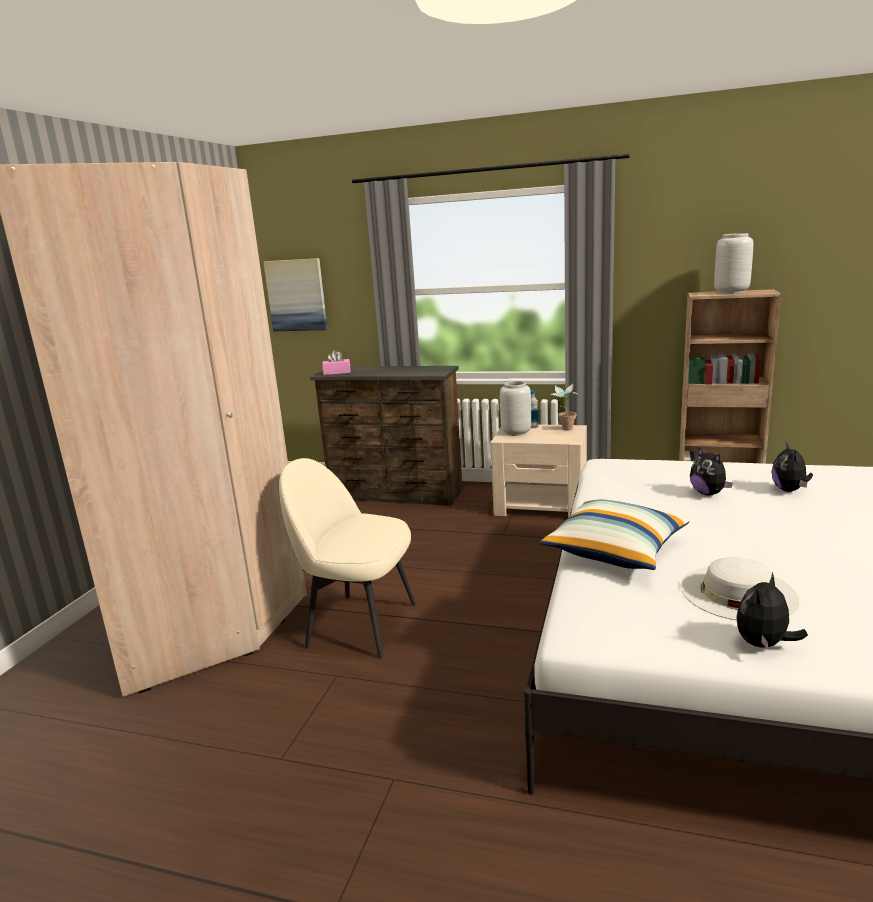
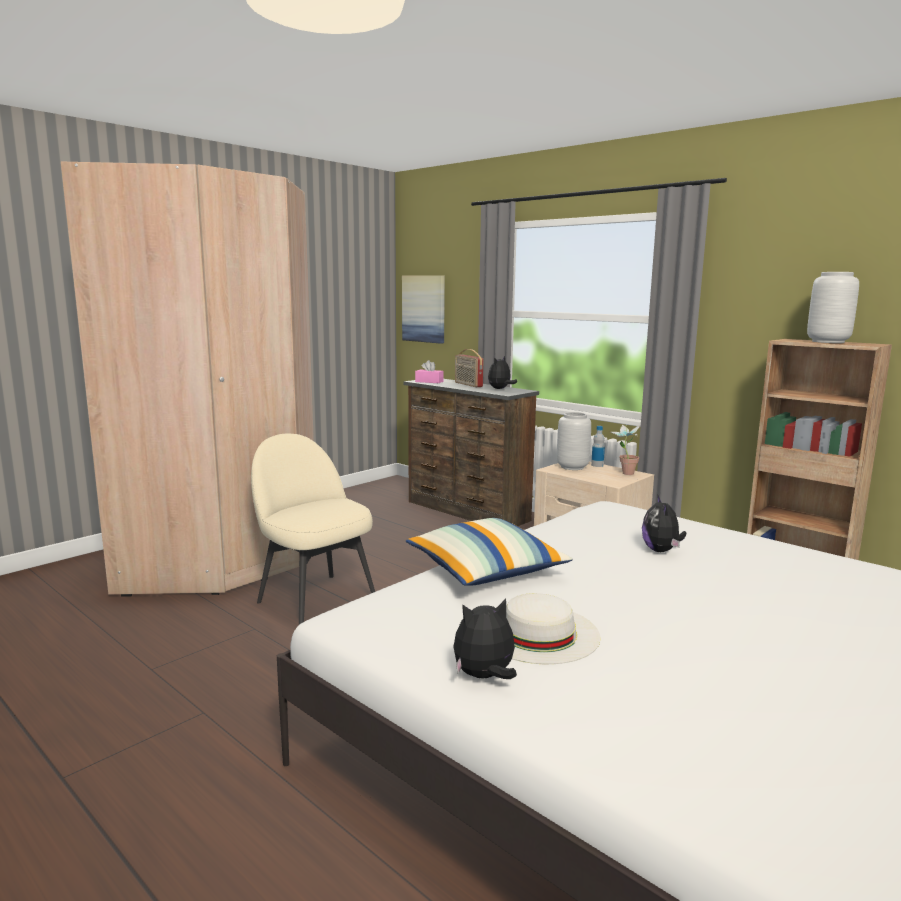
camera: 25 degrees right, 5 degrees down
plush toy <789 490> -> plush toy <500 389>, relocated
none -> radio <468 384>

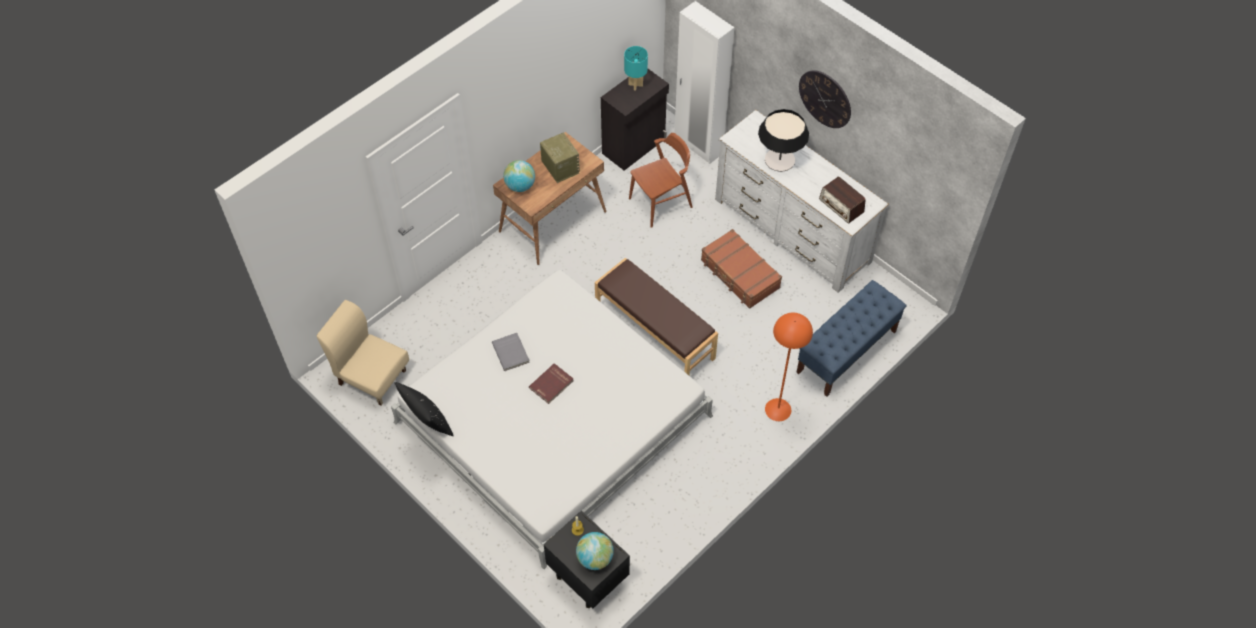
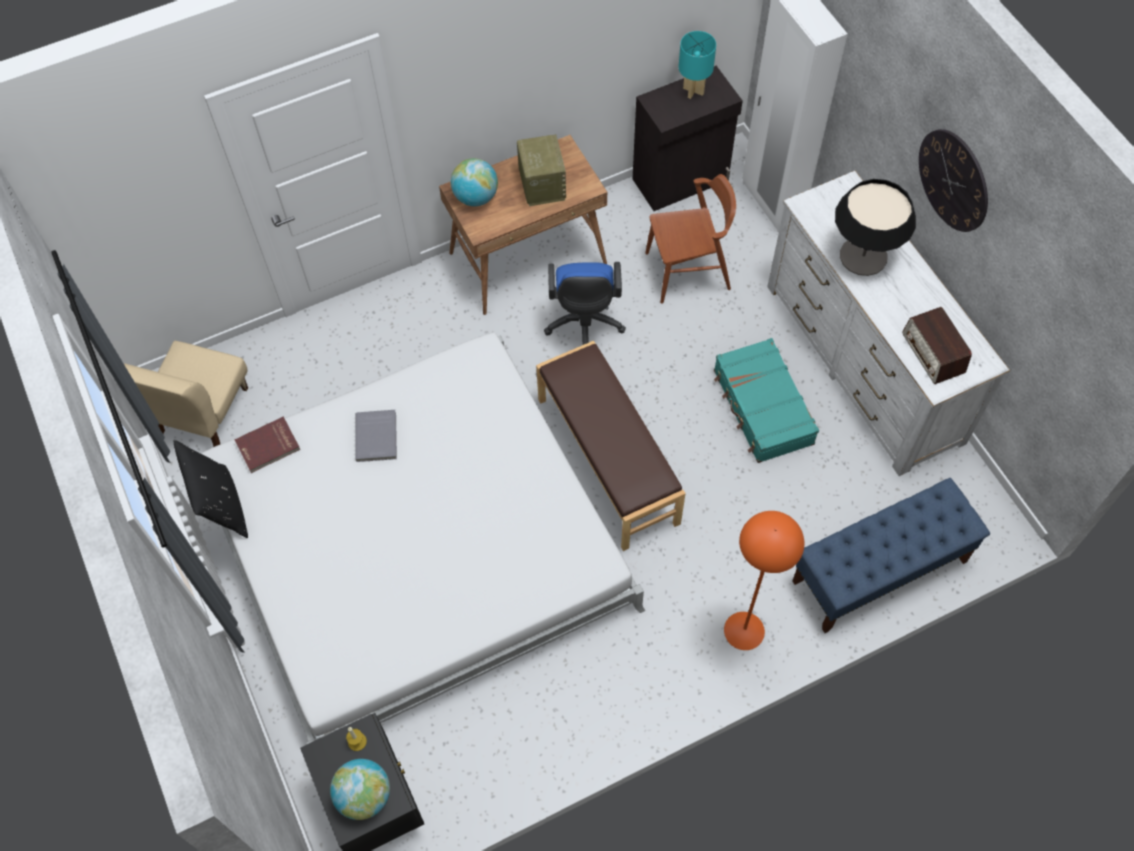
camera: 20 degrees right, 5 degrees up
suitcase (brown) <739 274> -> suitcase (turquoise) <762 408>
chair (beige) <372 376> -> chair (beige) <202 411>, 120 degrees counterclockwise
book (red) <552 385> -> book (red) <268 446>, relocated
none -> office chair (blue) <584 326>

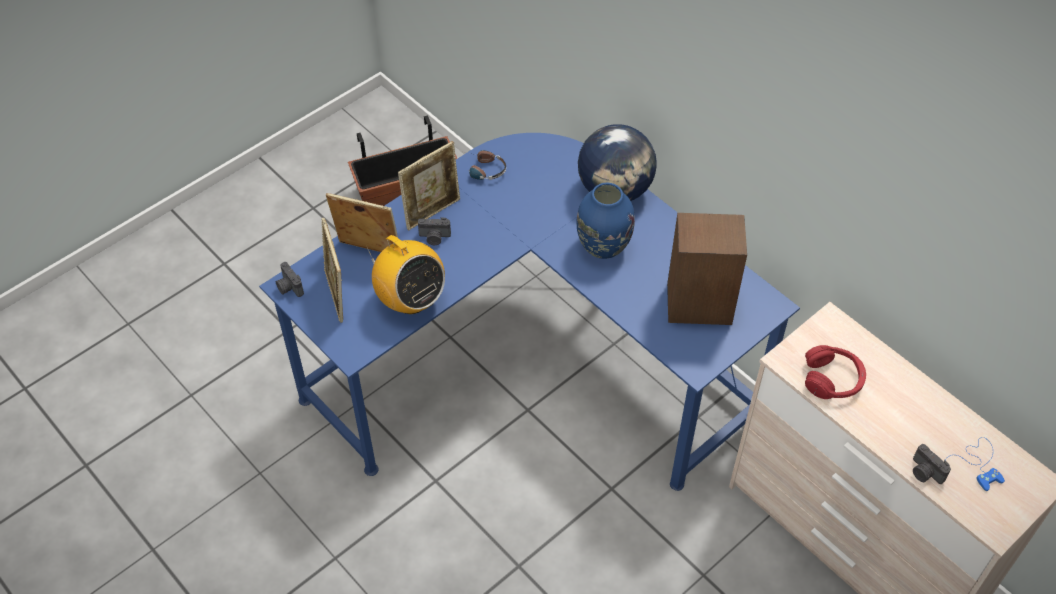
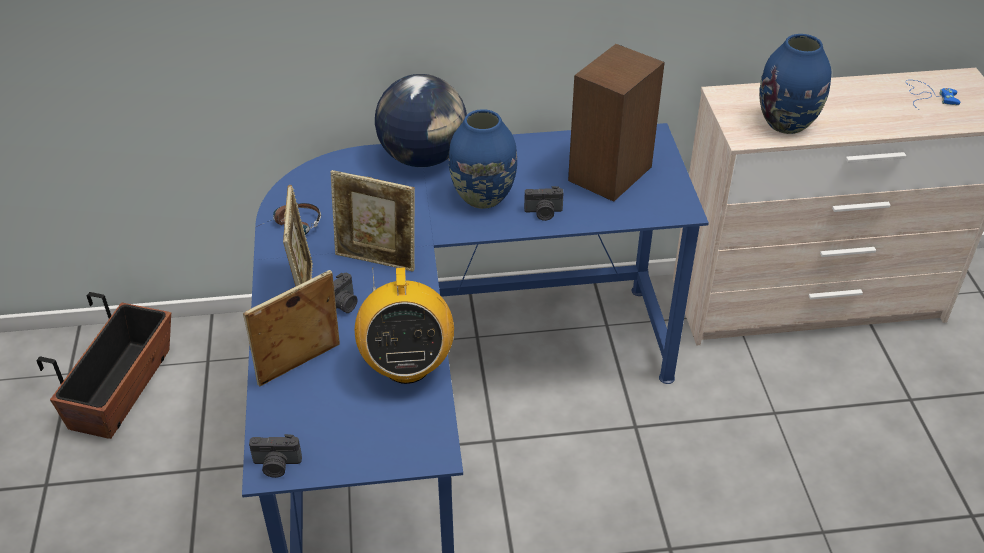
camera: 55 degrees left, 10 degrees down
picture frame <337 296> -> picture frame <377 260>, relocated
radio <410 300> -> radio <407 365>, 90 degrees clockwise
headphones (red) <832 379> -> vase (blue) <787 123>
photo camera <924 472> -> photo camera <543 213>, relocated

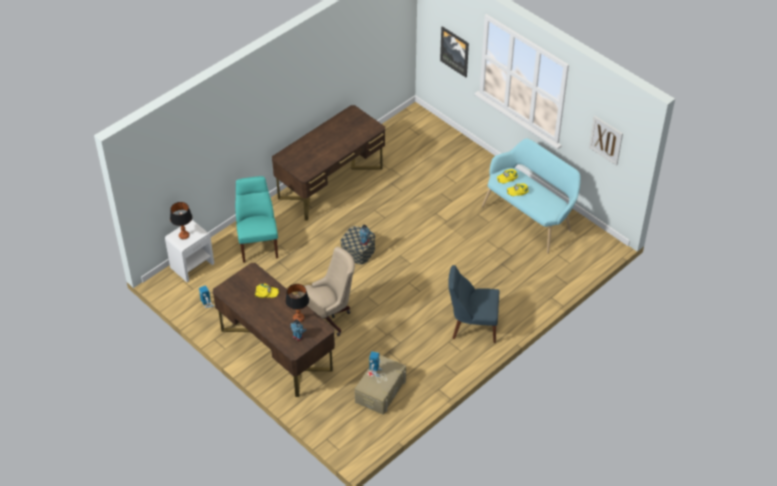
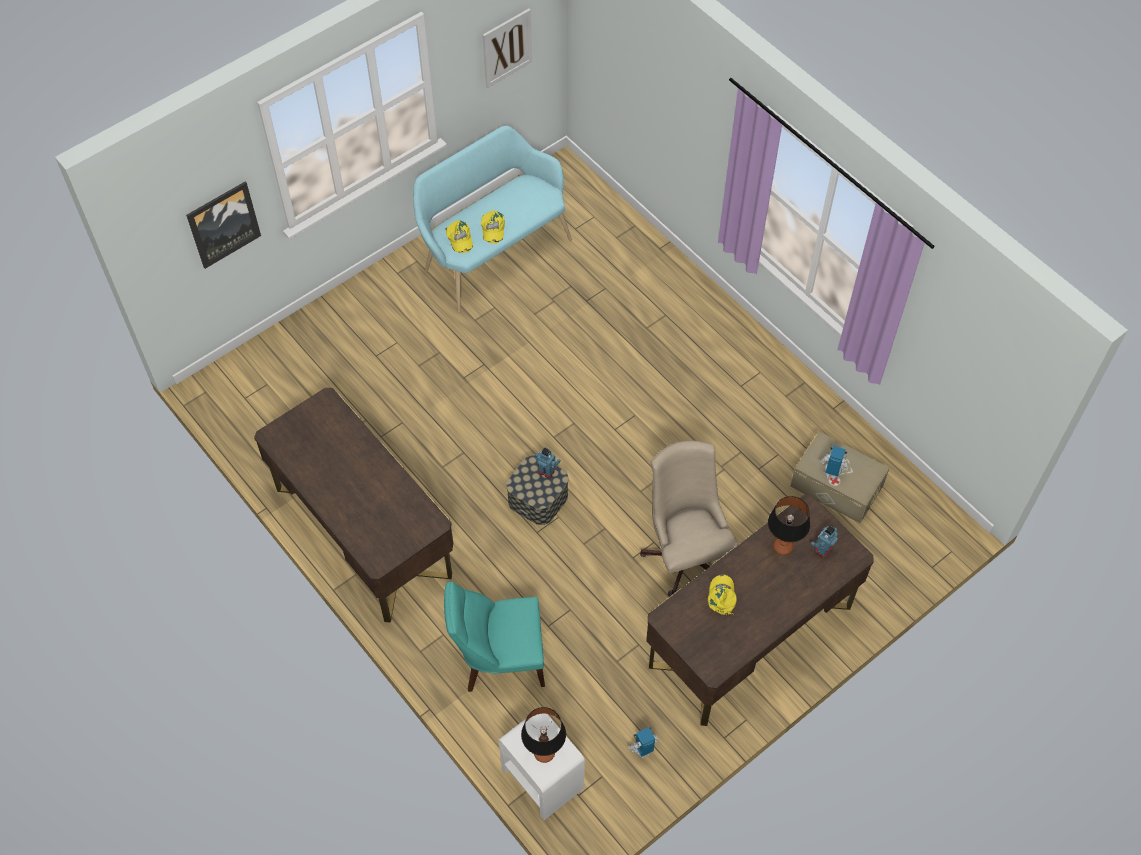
camera: 85 degrees left, 10 degrees up
chair (blue) <472 326> -> none

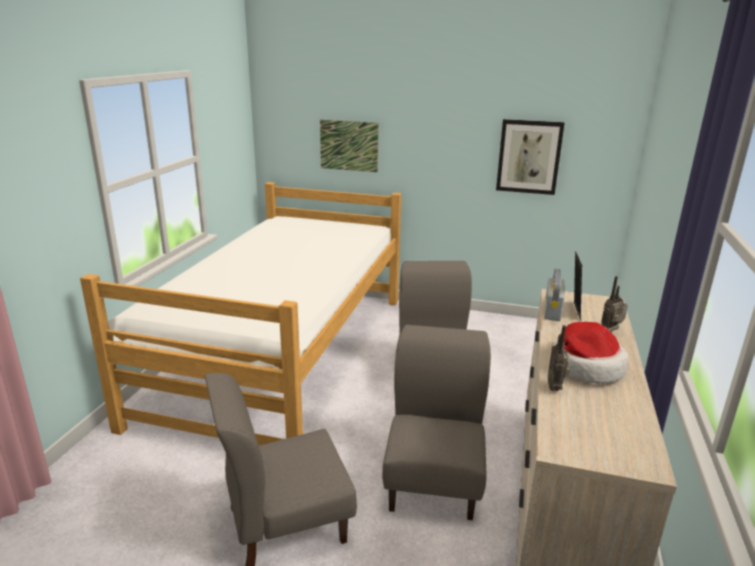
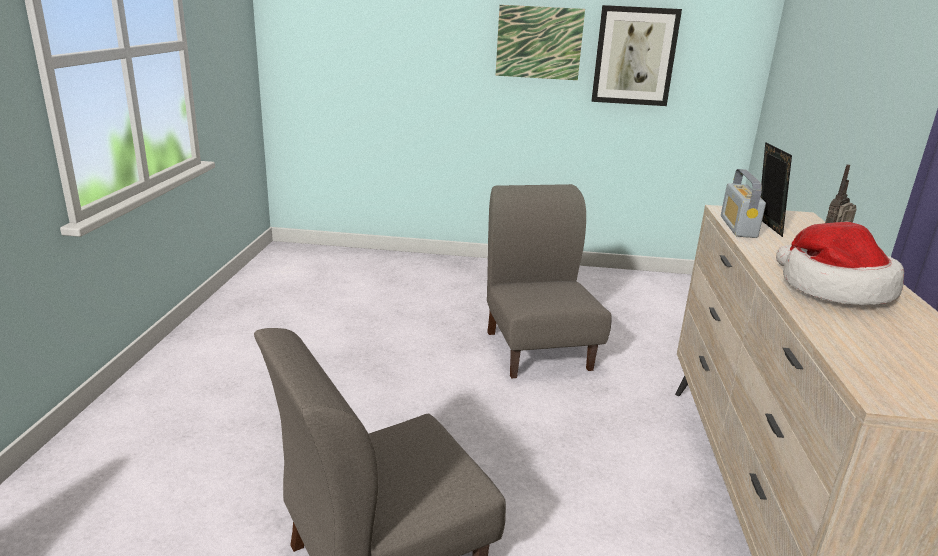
camera: 10 degrees left, 0 degrees up
picture <349 145> -> picture <539 42>, relocated
bed <284 354> -> none
chair (grey) <434 482> -> none
radio <555 387> -> none

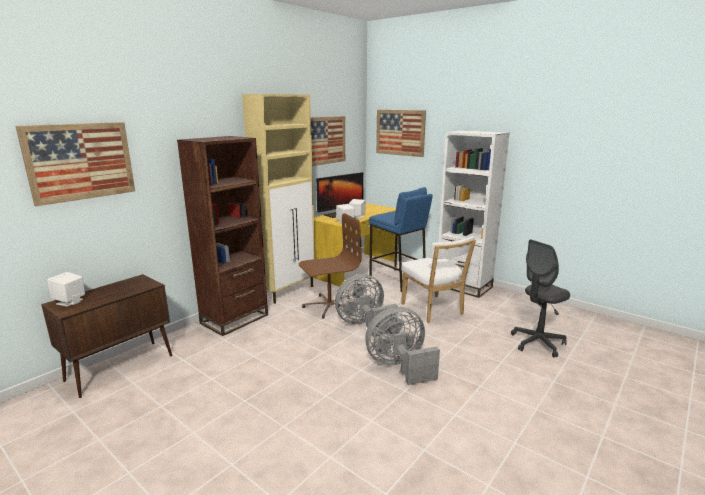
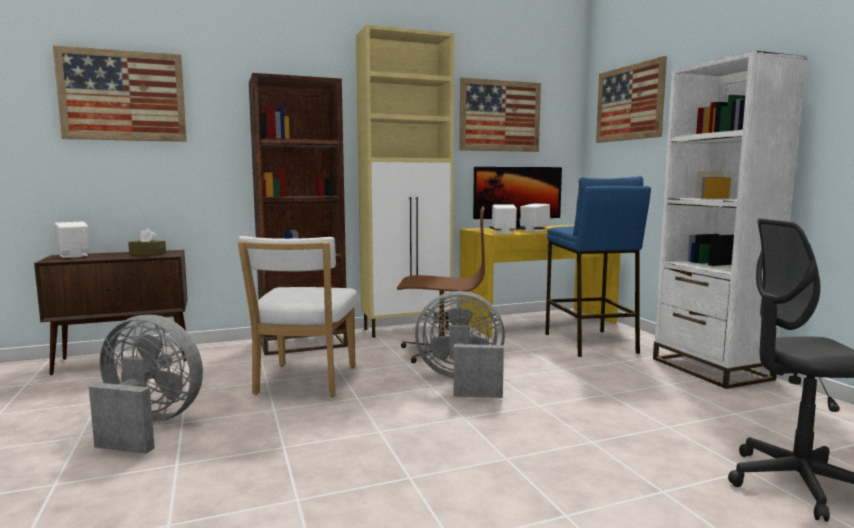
camera: 30 degrees right, 10 degrees down
chair (white) <433 310> -> chair (white) <304 382>, relocated
fan (grey) <399 367> -> fan (grey) <148 426>, relocated
none -> tissue box (brown) <148 254>

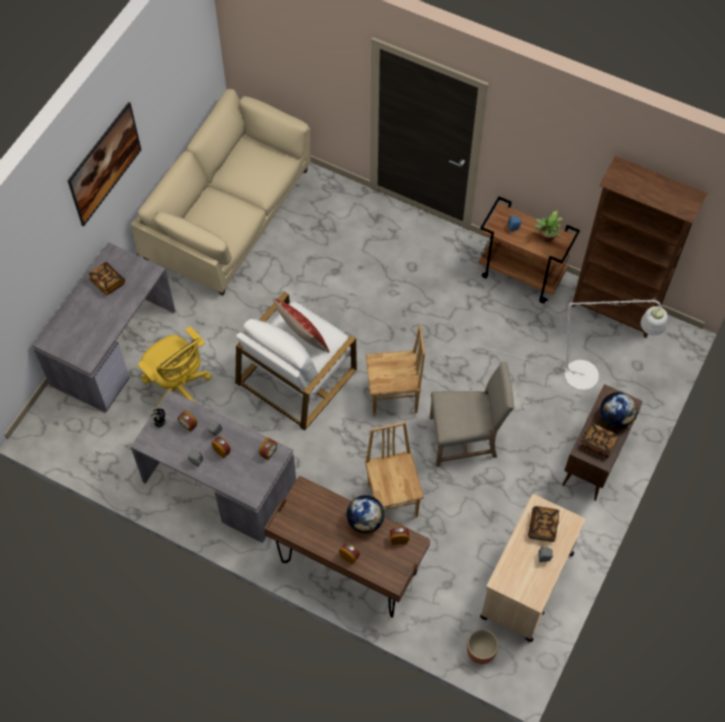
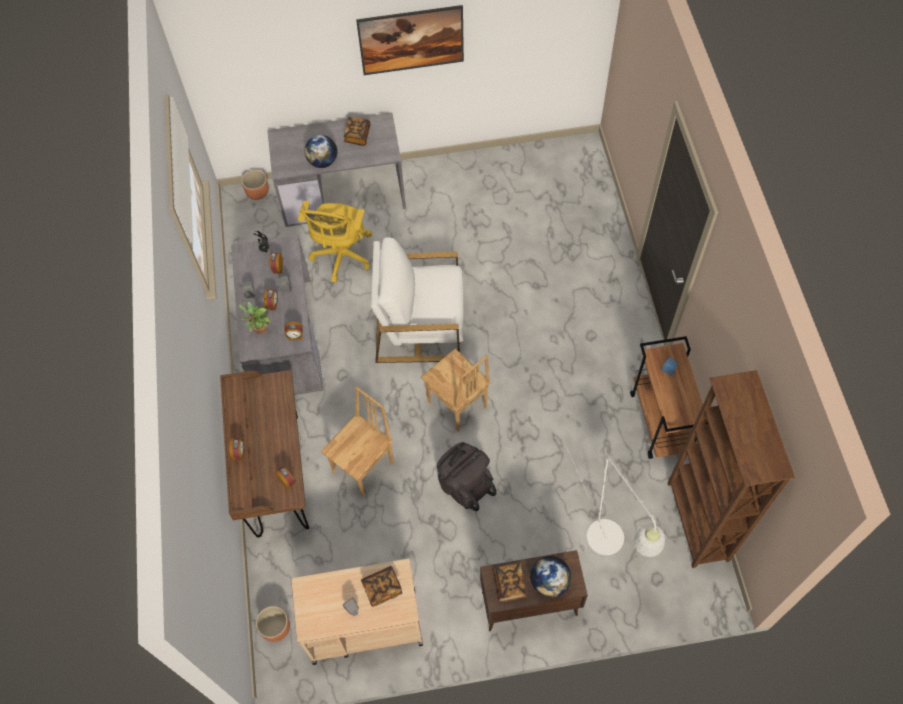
camera: 55 degrees right, 0 degrees up
sofa (beige) <228 214> -> none
potted plant <546 238> -> potted plant <259 329>, relocated
pillow <303 339> -> none
chair (beige) <465 438> -> backpack (black) <464 484>
globe <365 521> -> globe <323 162>, relocated
none -> planter (brown) <257 193>

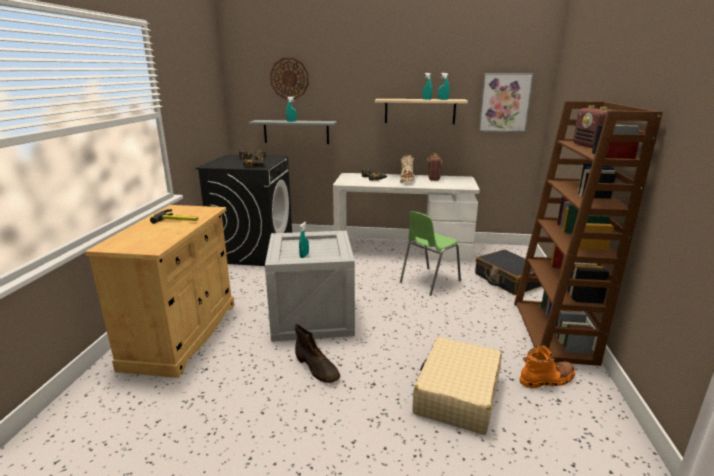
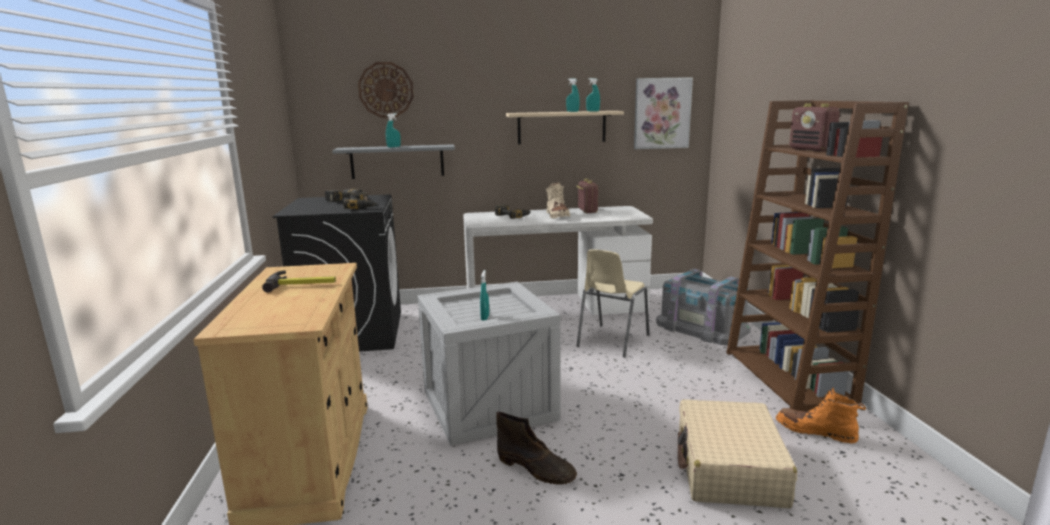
camera: 15 degrees left, 5 degrees down
chair (green) <429 281> -> chair (beige) <612 341>
suitcase (black) <508 280> -> storage box (grey) <702 327>
boot (orange) <547 379> -> boot (orange) <815 431>, 120 degrees counterclockwise

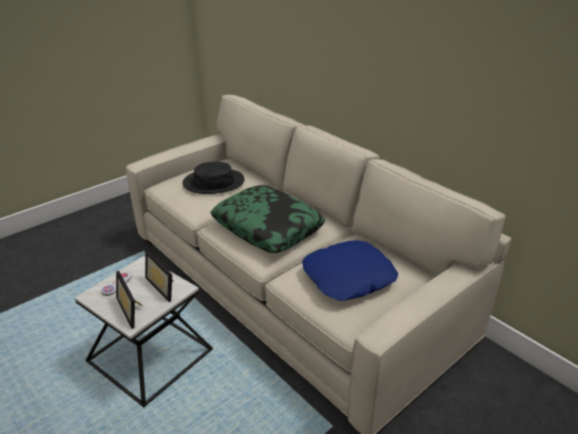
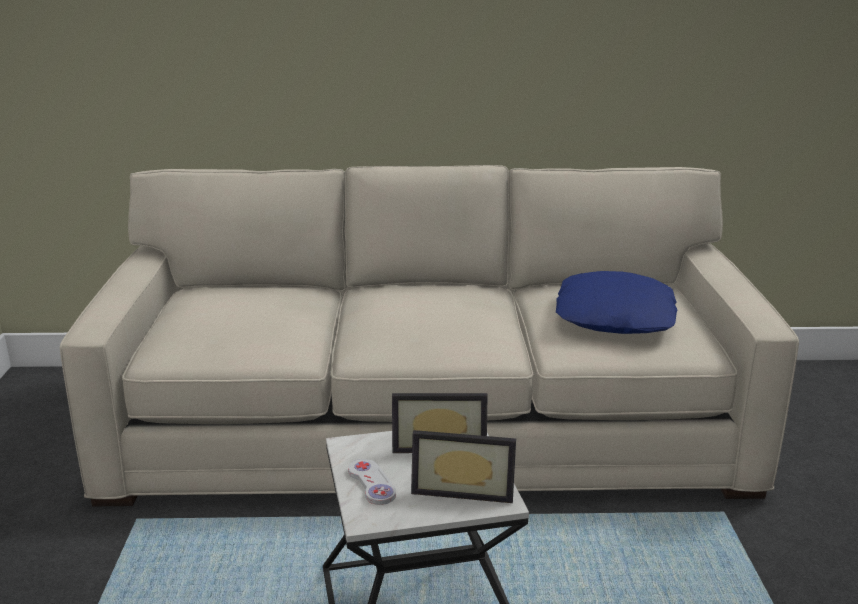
camera: 50 degrees left, 10 degrees down
hat (black) <213 182> -> none
pillow <267 227> -> none

